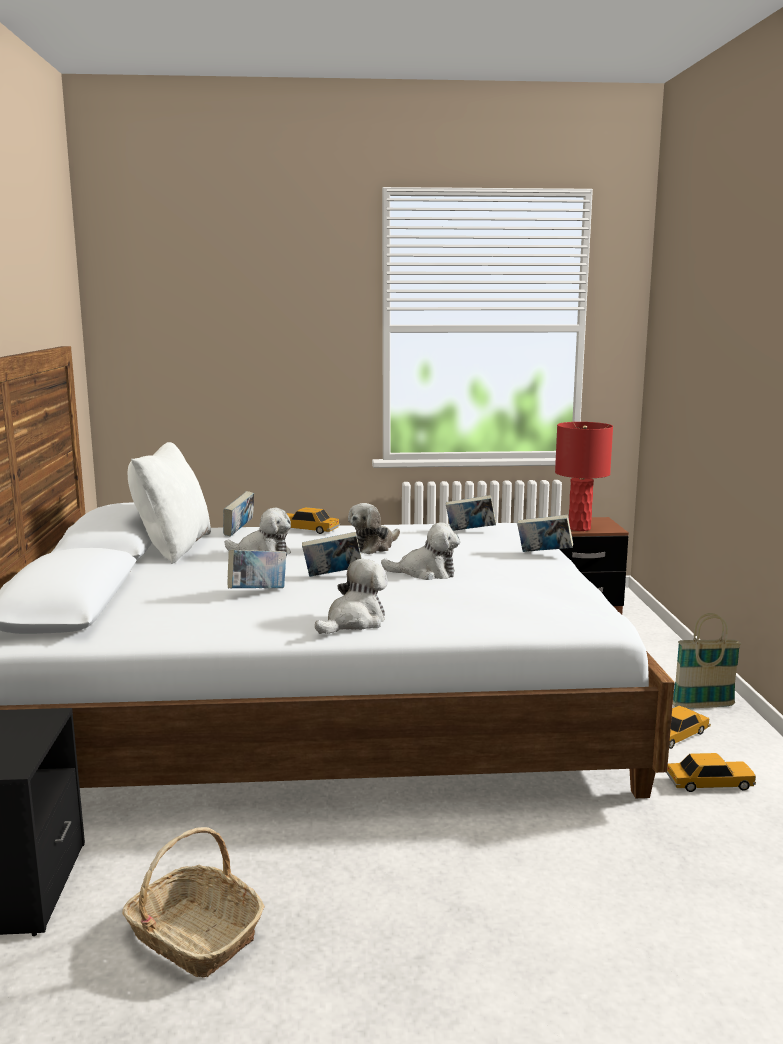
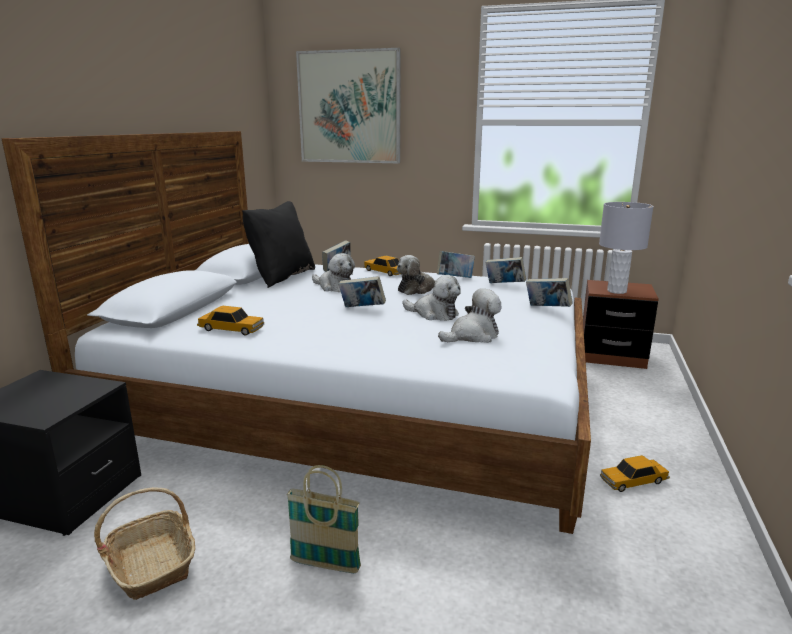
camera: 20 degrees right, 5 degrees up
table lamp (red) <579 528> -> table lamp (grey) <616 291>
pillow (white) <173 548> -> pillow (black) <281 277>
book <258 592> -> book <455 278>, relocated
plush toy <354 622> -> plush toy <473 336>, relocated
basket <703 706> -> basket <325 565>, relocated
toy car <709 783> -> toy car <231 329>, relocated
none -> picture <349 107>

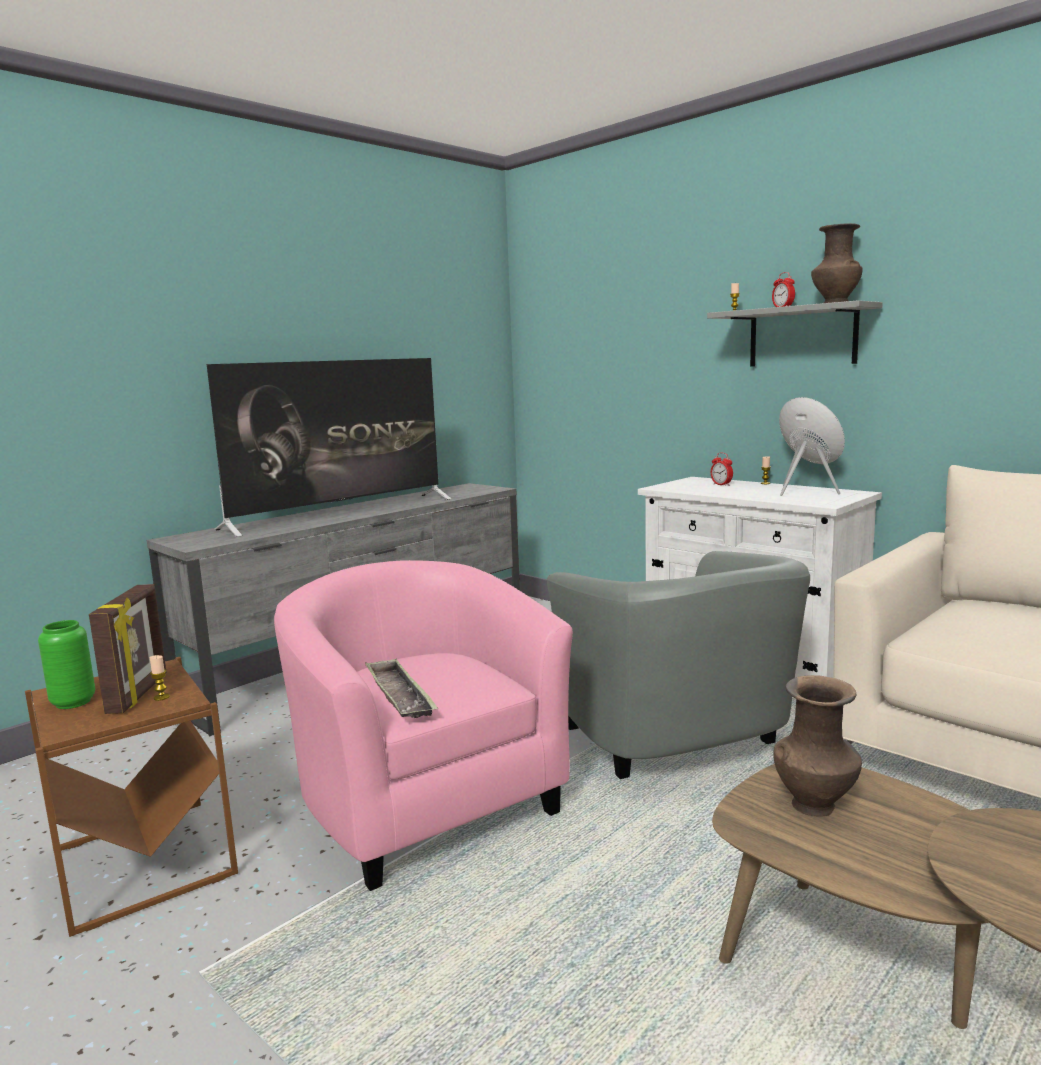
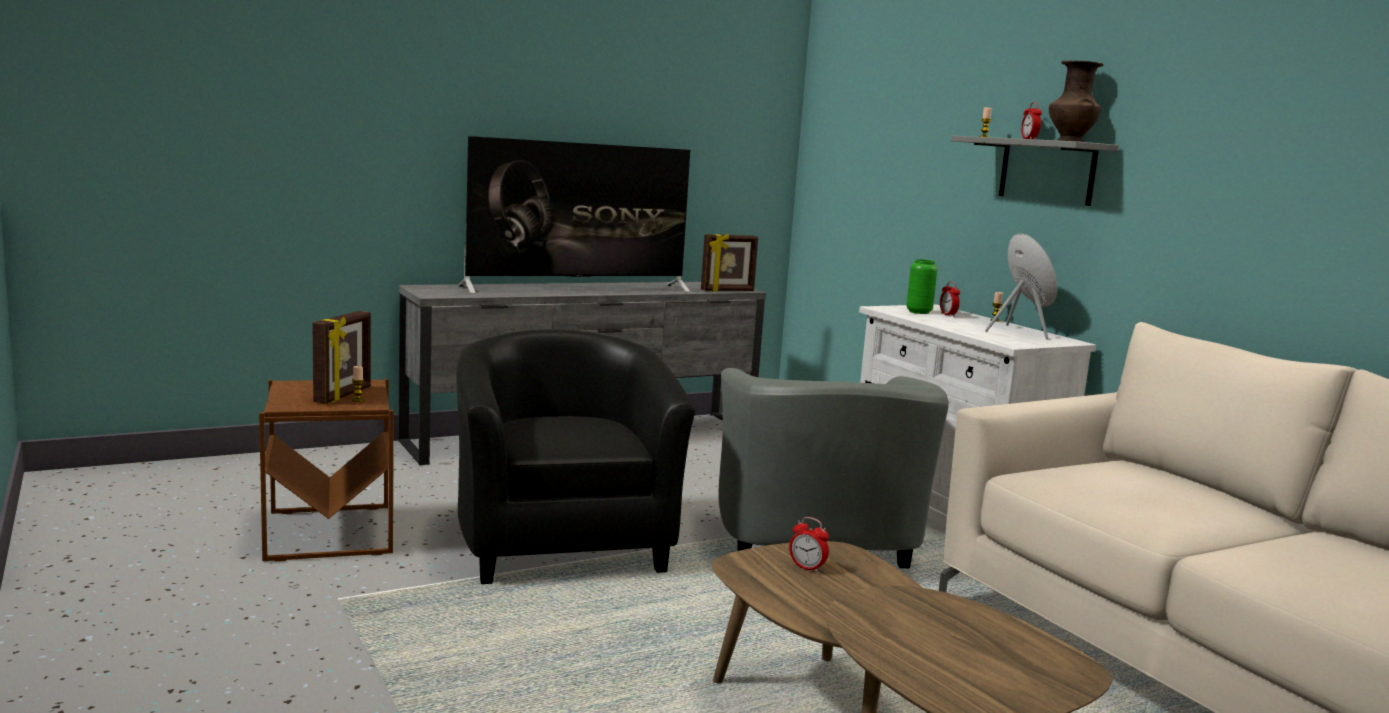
camera: 15 degrees right, 0 degrees up
armchair (pink) <425 803> -> armchair (black) <561 543>
vase (green) <73 702> -> vase (green) <918 312>, relocated
tray <399 695> -> none
vase (brown) <815 805> -> alarm clock <807 568>
none -> picture frame <727 291>

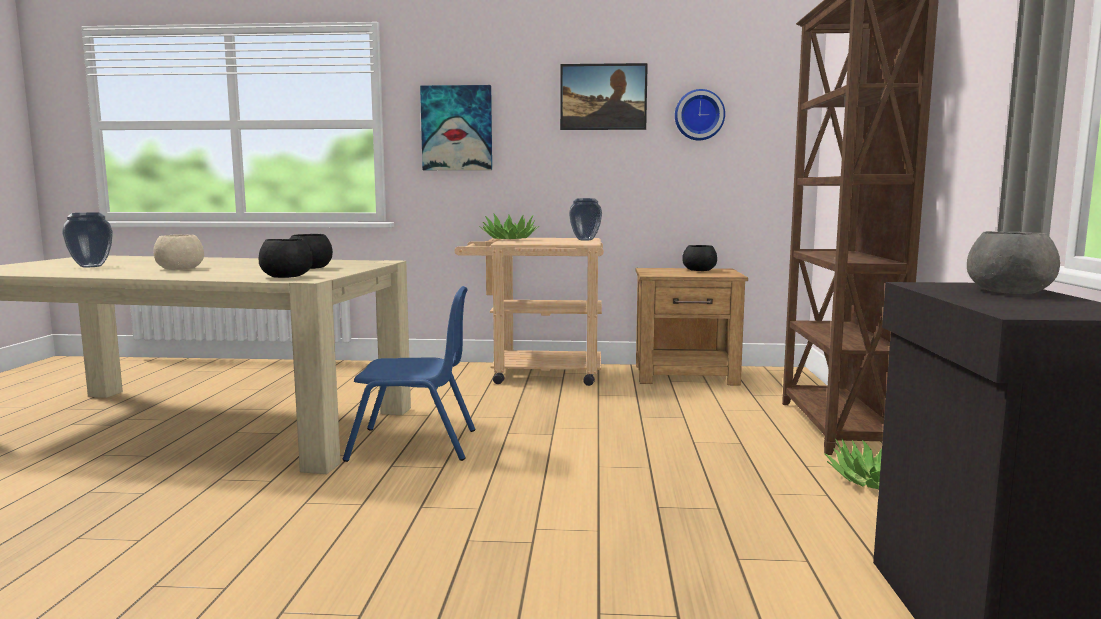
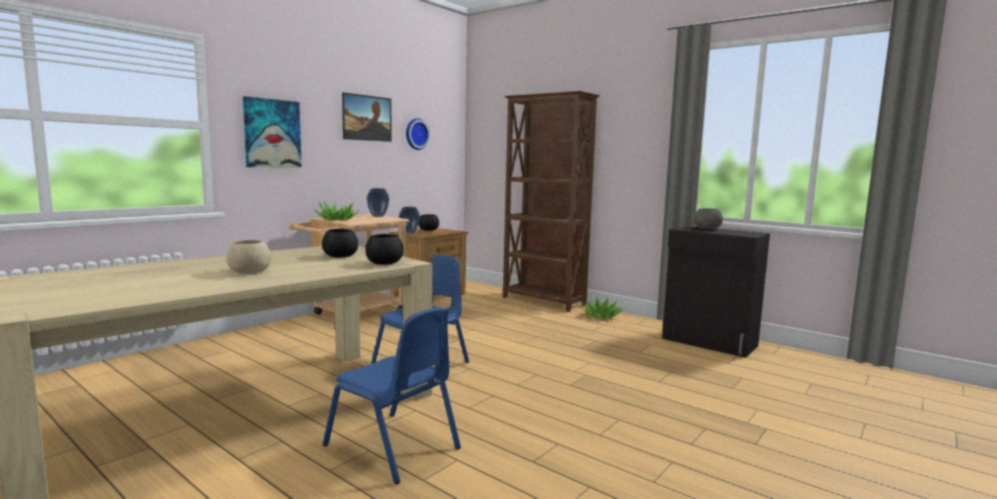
camera: 55 degrees left, 0 degrees up
vase <91 266> -> vase <409 233>, relocated
none -> chair (blue) <393 447>

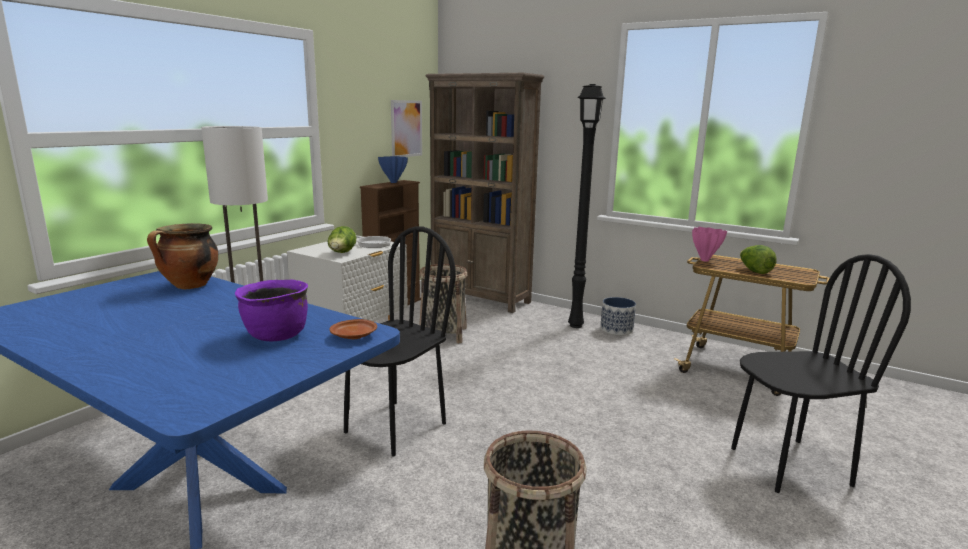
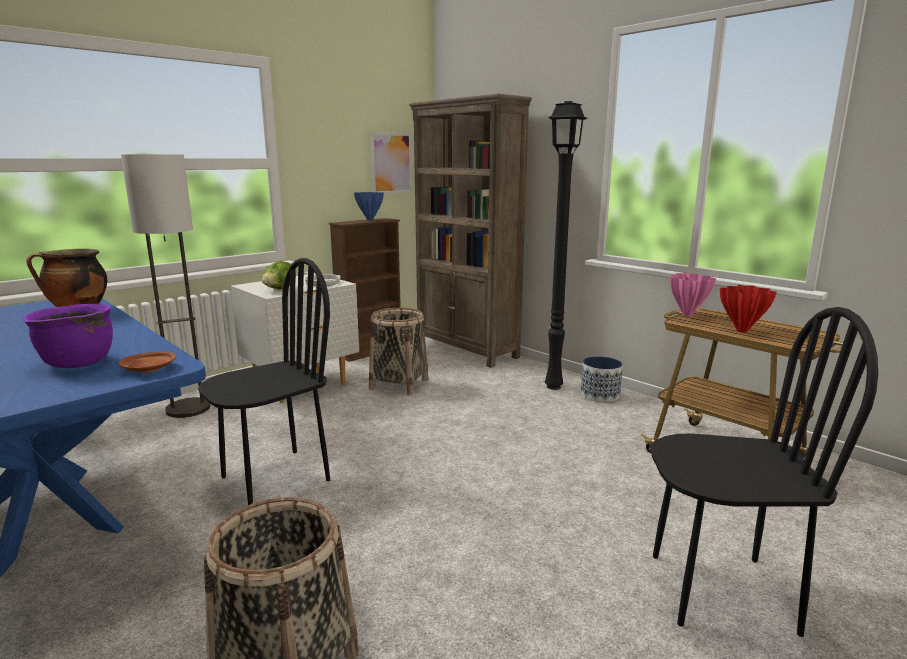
camera: 15 degrees right, 0 degrees up
lettuce <754 271> -> vase (red) <743 331>

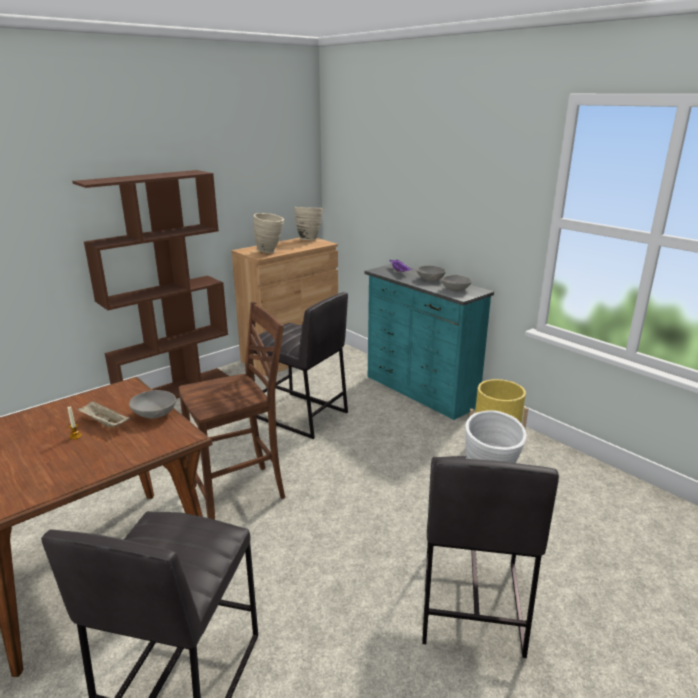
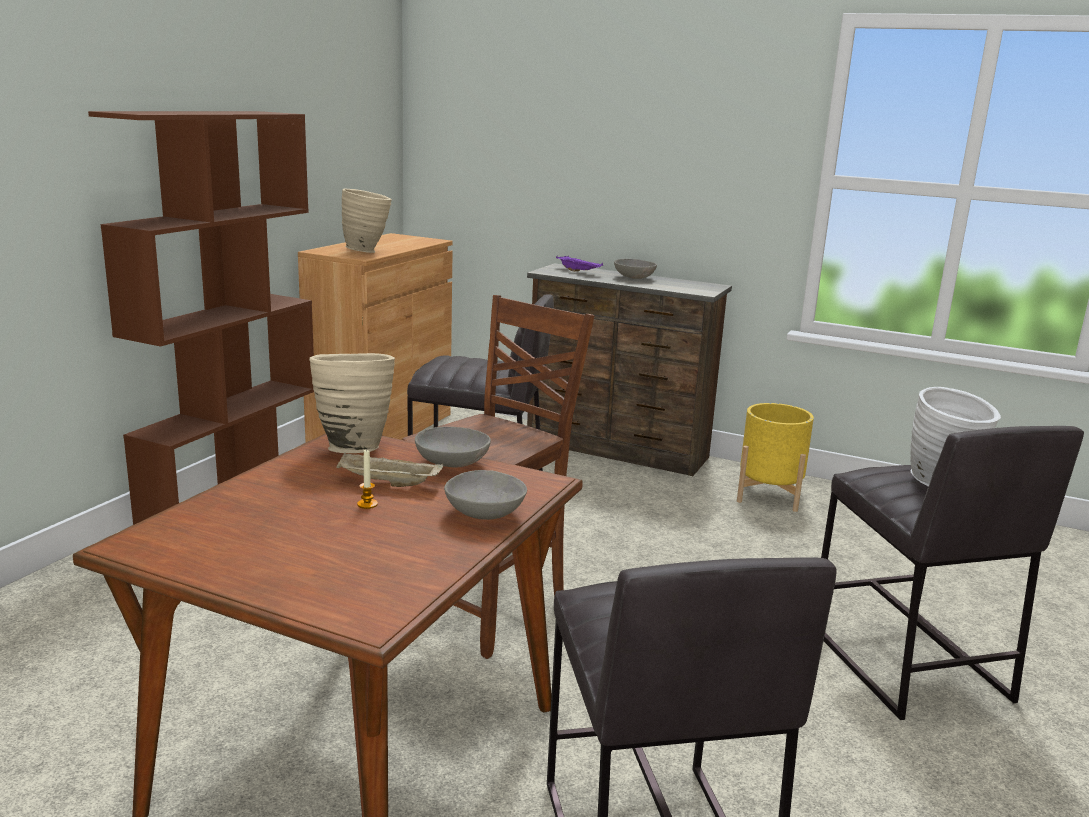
camera: 25 degrees left, 5 degrees down
vase (beige) <309 239> -> vase (beige) <353 447>, relocated
dresser (turquoise) <419 392> -> dresser (brown) <616 450>
bowl (grey) <455 290> -> bowl (grey) <484 514>, relocated

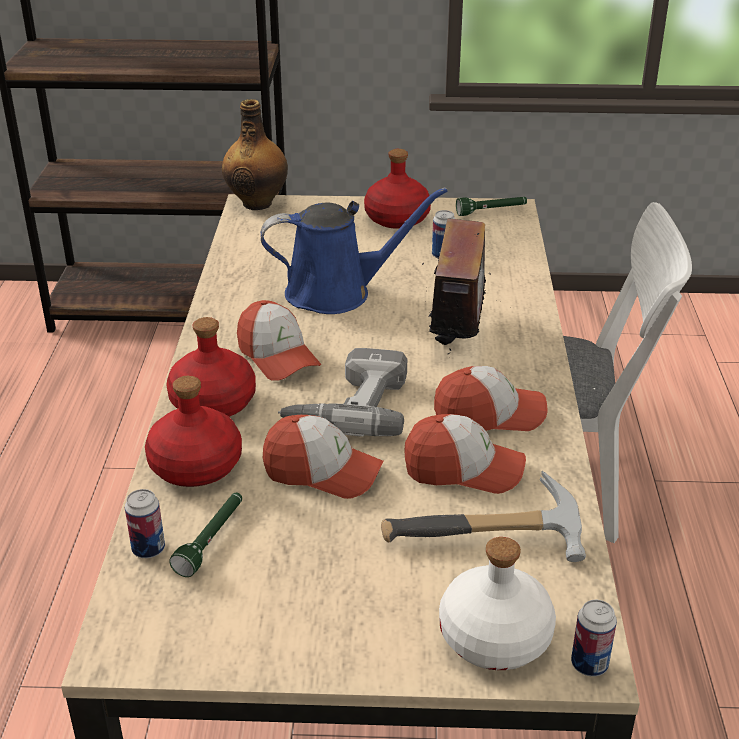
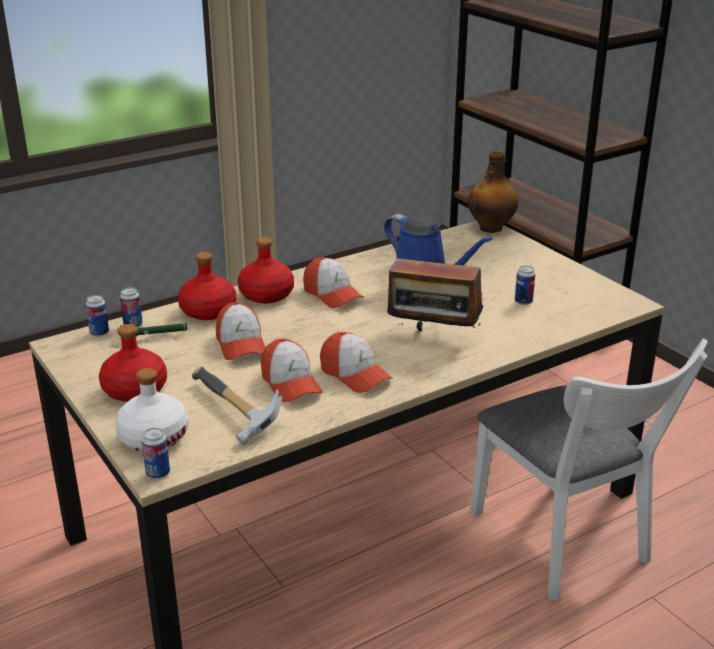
camera: 55 degrees right, 5 degrees down
bottle (red) <398 218> -> bottle (red) <135 390>, relocated
flashlight (green) <491 212> -> none
radio <458 334> -> radio <433 337>, 45 degrees clockwise
cap <278 356> -> cap <332 294>, 60 degrees counterclockwise
power drill <348 405> -> none
none -> can <99 332>

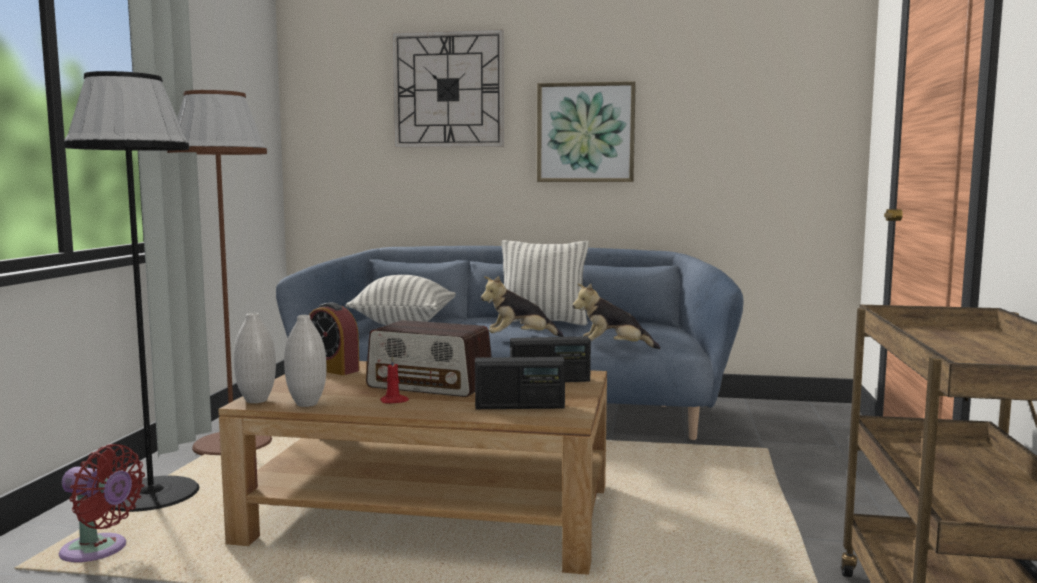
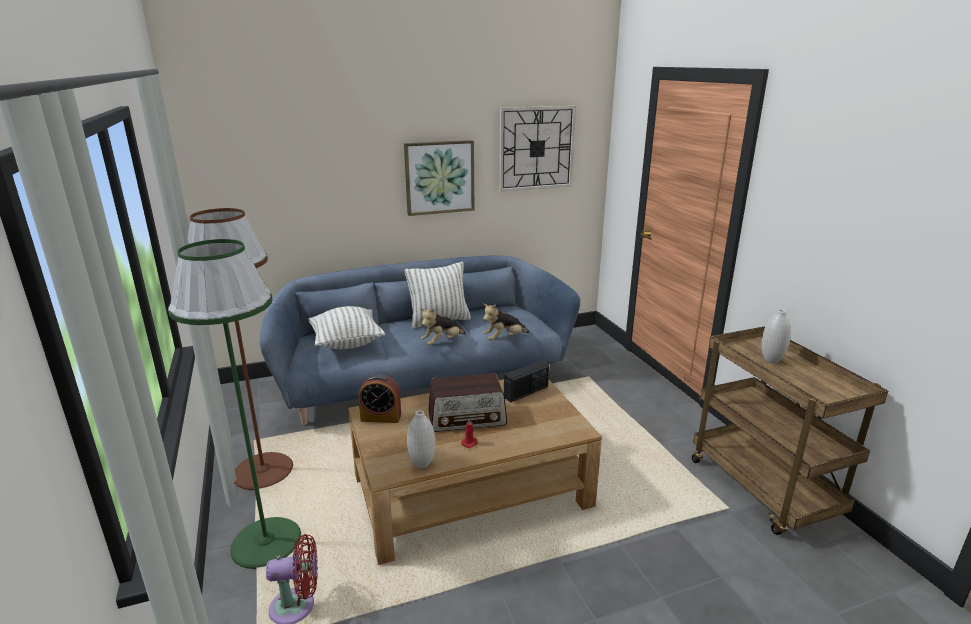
camera: 30 degrees left, 15 degrees up
wall clock <448 90> -> wall clock <536 148>, relocated
floor lamp (black) <151 495> -> floor lamp (green) <266 542>
vase (white) <256 400> -> vase (white) <771 360>, relocated
radio <519 406> -> none

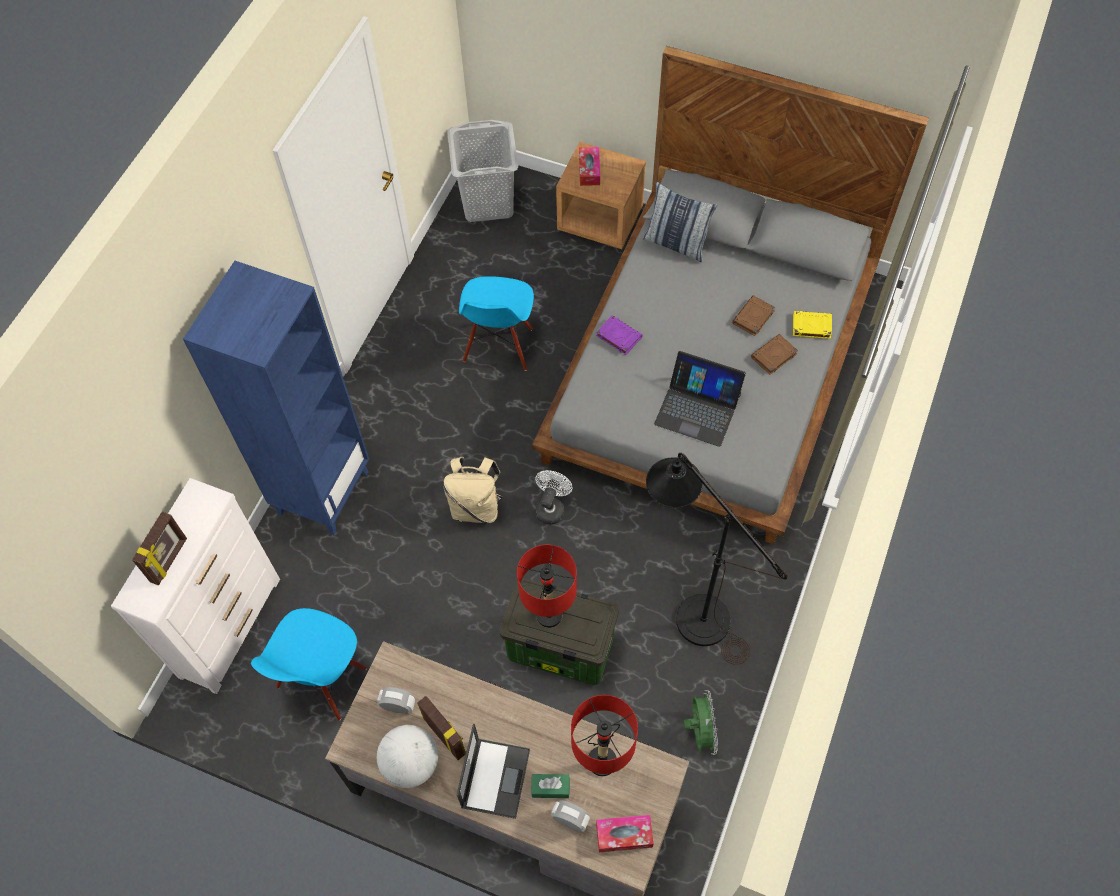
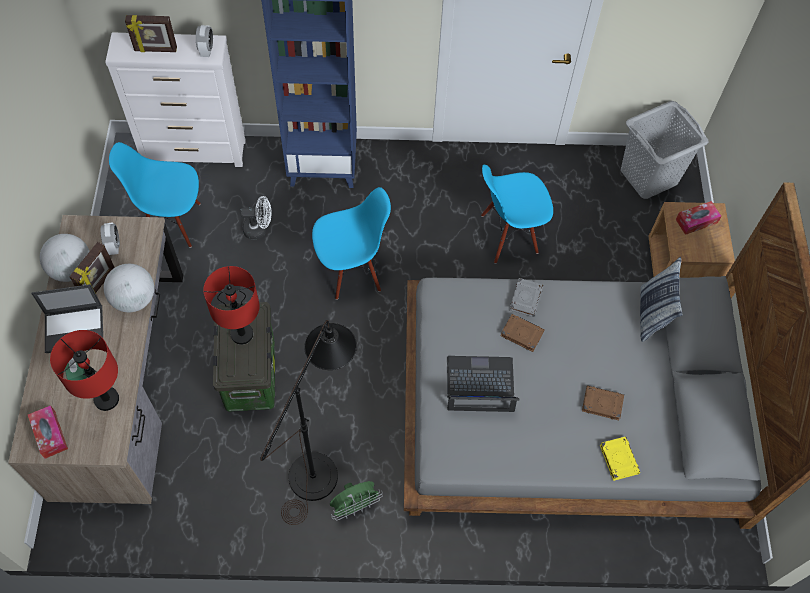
camera: 65 degrees right, 0 degrees up
book (purple) <618 336> -> book (grey) <525 298>
book (brown) <773 356> -> book (brown) <521 334>, relocated
laptop <697 409> -> laptop <480 385>, 90 degrees clockwise
backpack (beige) <476 507> -> chair (blue) <352 271>
fan (white) <551 507> -> fan (white) <259 229>, relocated
fan (green) <699 731> -> fan (green) <355 506>, relocated
alarm clock <570 820> -> alarm clock <207 50>, relocated
none -> globe <134 299>

